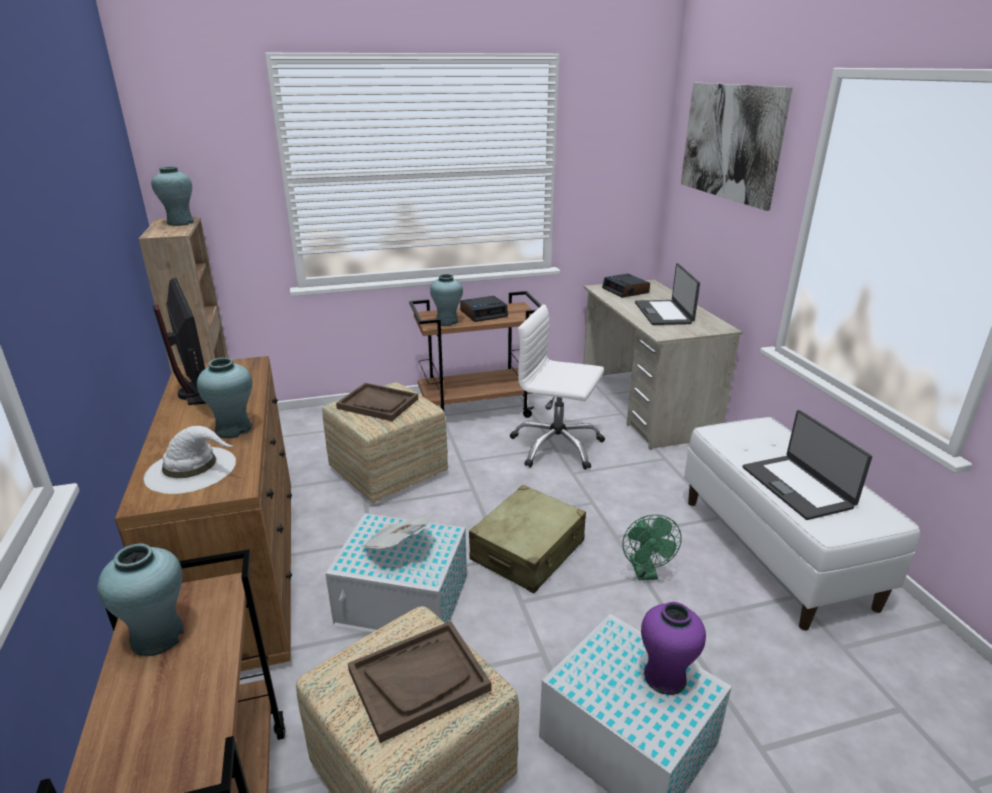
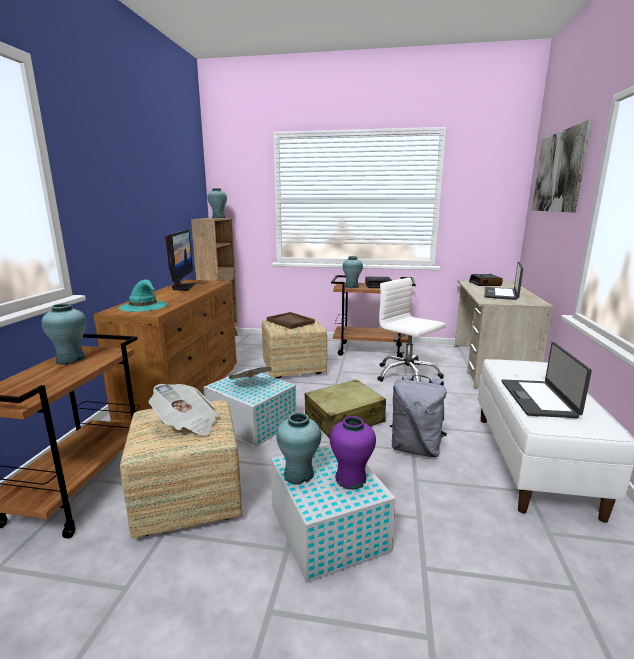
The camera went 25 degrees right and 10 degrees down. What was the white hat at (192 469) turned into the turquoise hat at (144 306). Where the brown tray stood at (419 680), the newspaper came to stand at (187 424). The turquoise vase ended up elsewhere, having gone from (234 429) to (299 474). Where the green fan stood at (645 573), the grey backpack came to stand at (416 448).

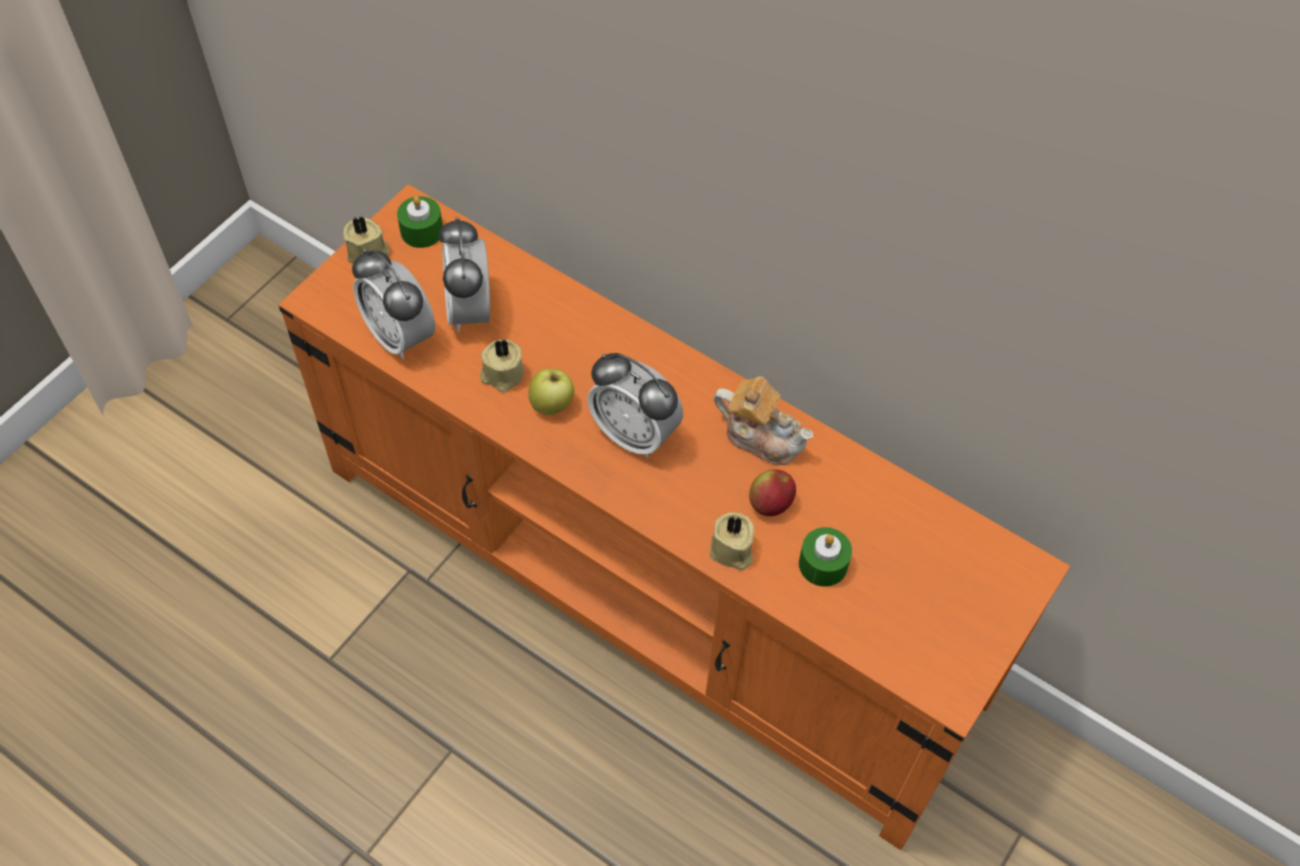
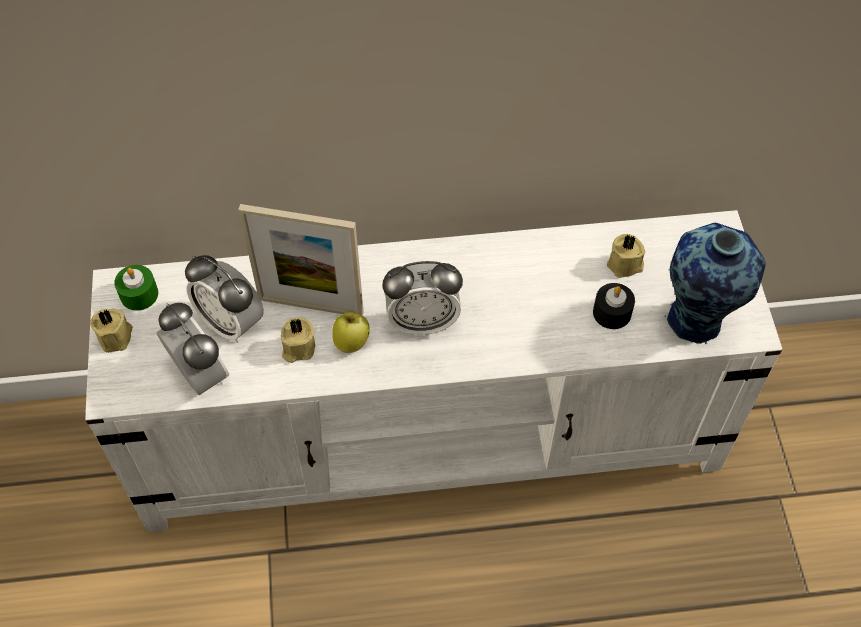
The camera went 40 degrees left and 0 degrees up. What was the orange tv stand at (649 584) turned into the white tv stand at (432 435). The alarm clock at (400 336) ended up facing another way, 135 degrees counterclockwise from before. The second view gained the picture frame at (311 305). What was the green candle at (823 564) turned into the black candle at (612 312). The beige candle ended up elsewhere, having gone from (731 551) to (625 265). The second view gained the vase at (696 322). The second view lost the teapot at (761 436). The second view lost the apple at (770 504).

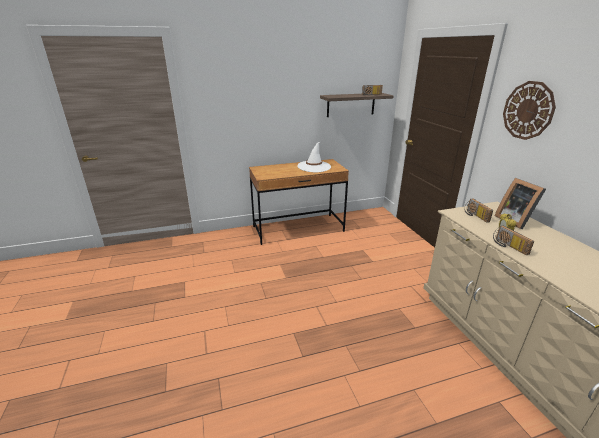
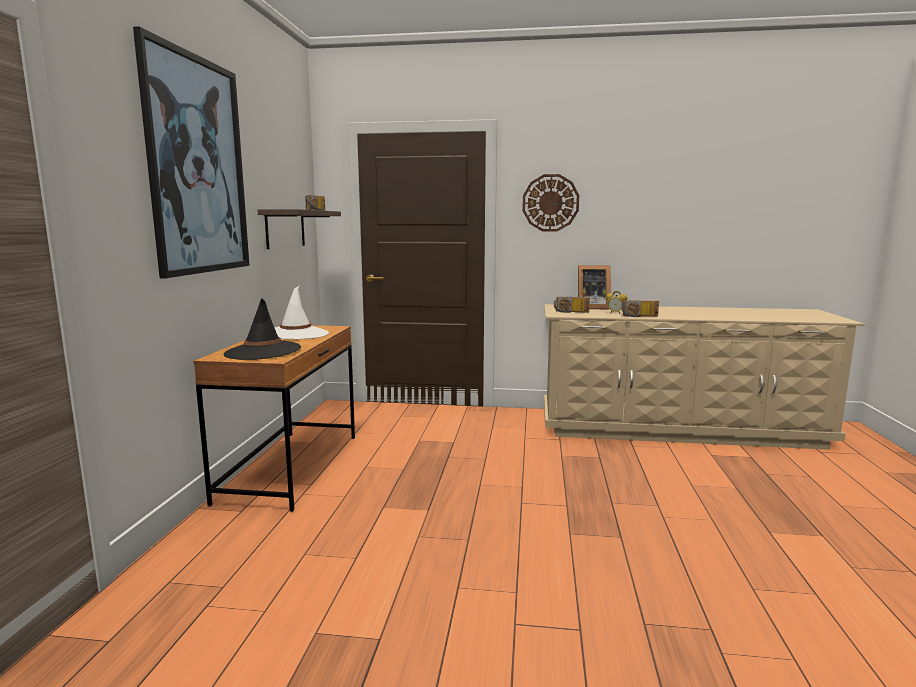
The camera went 65 degrees left and 15 degrees down. The second view gained the picture at (198 166). The second view gained the black hat at (263 351).

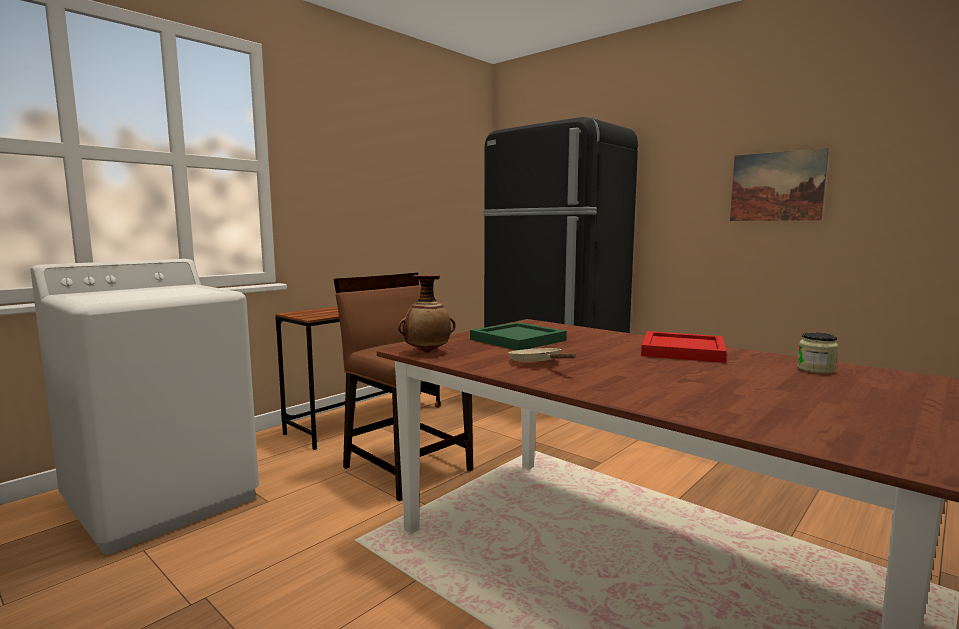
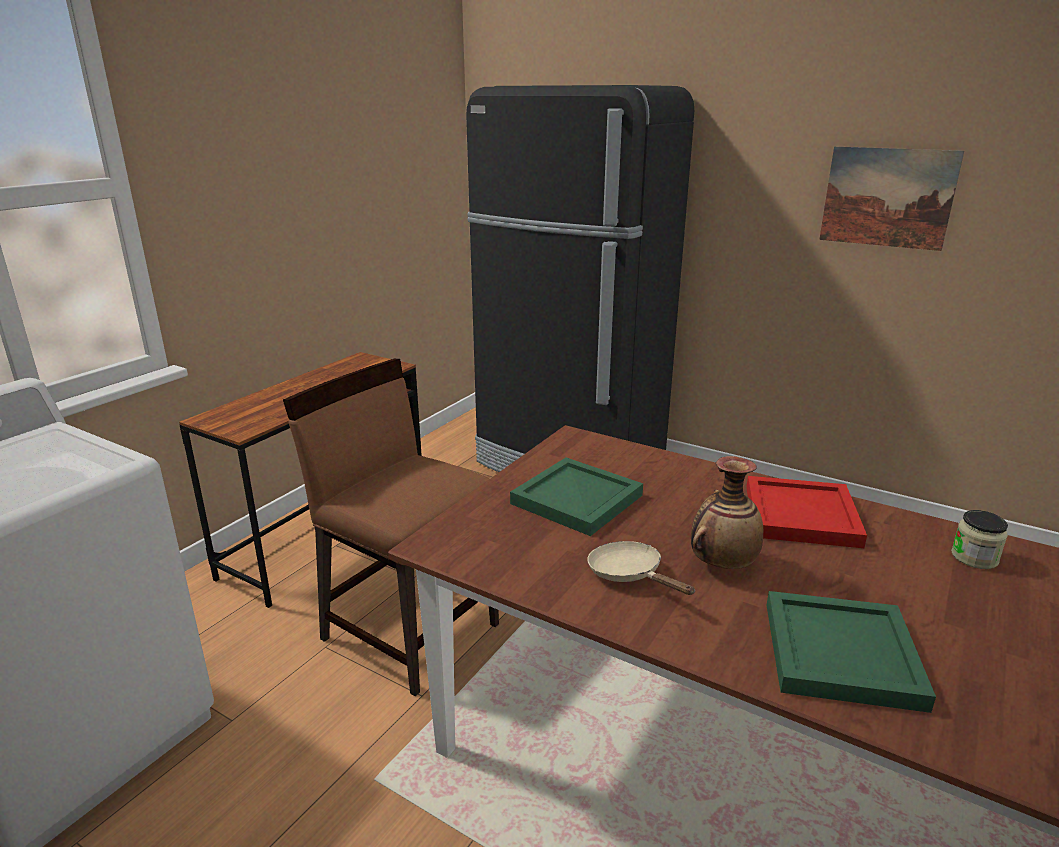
The camera went 10 degrees left and 15 degrees up. The vase ended up elsewhere, having gone from (427 352) to (722 564). The second view gained the green tray at (839 655).

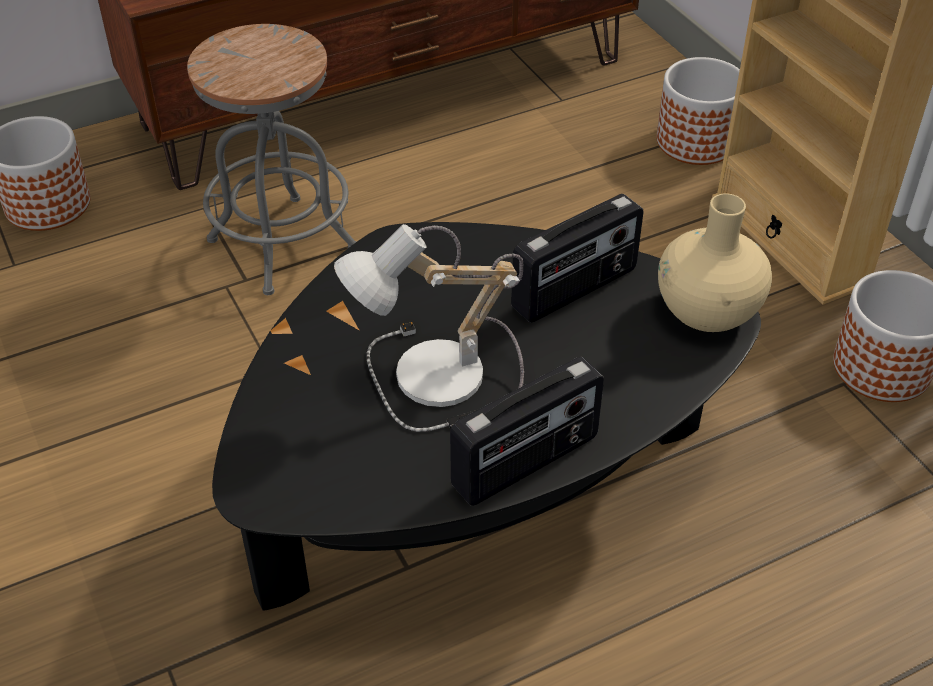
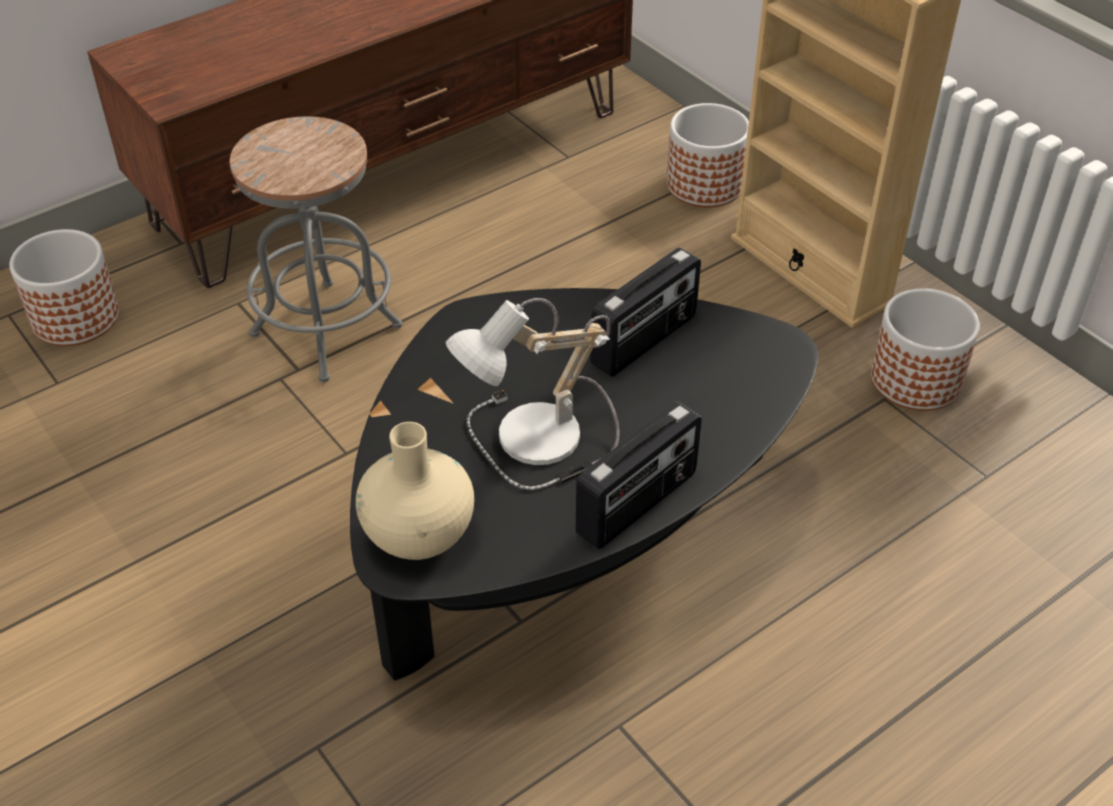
The camera went 10 degrees left and 0 degrees up. The beige vase ended up elsewhere, having gone from (707 311) to (418 534).

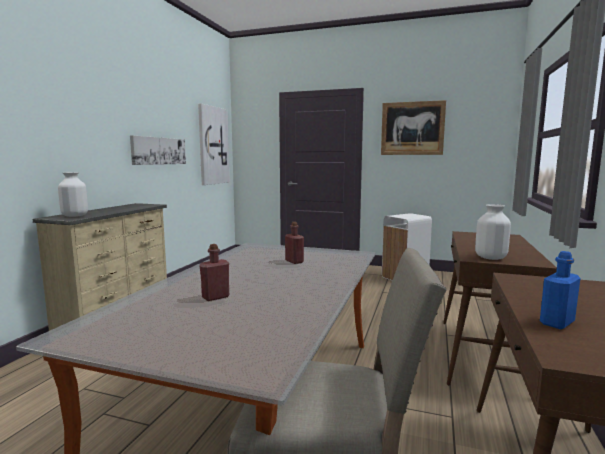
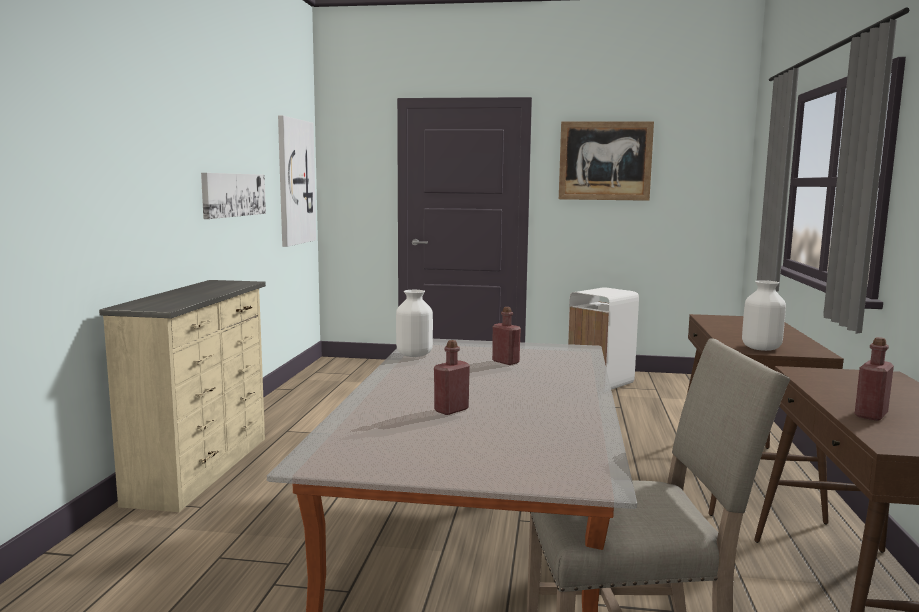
The camera went 10 degrees left and 0 degrees up. The white vase ended up elsewhere, having gone from (75 216) to (415 355). What was the blue bottle at (557 323) turned into the red bottle at (871 415).

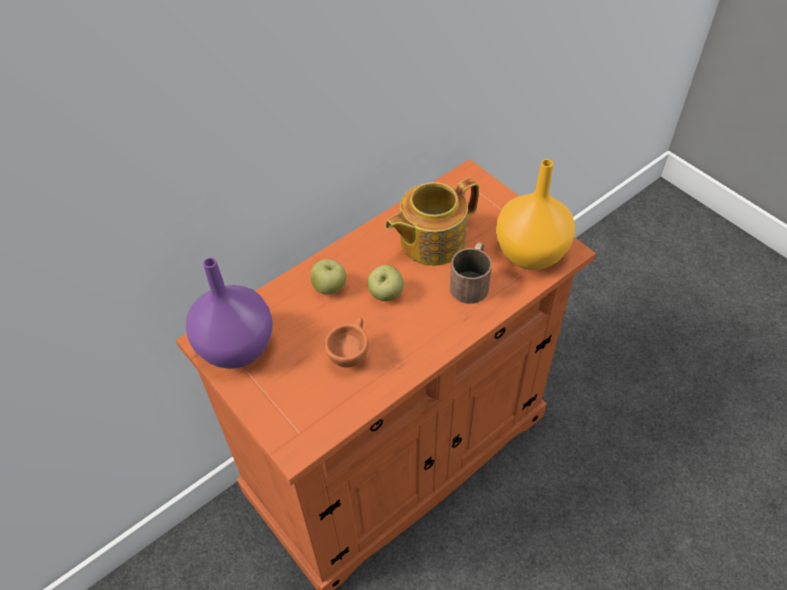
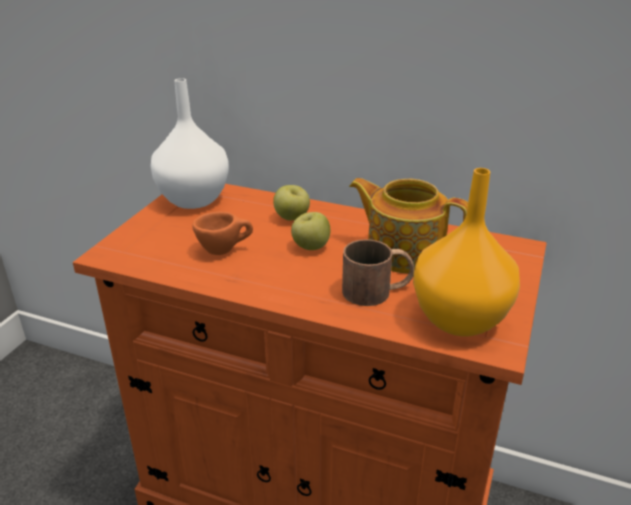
The camera went 60 degrees right and 20 degrees down. What was the purple vase at (238 347) turned into the white vase at (195 199).

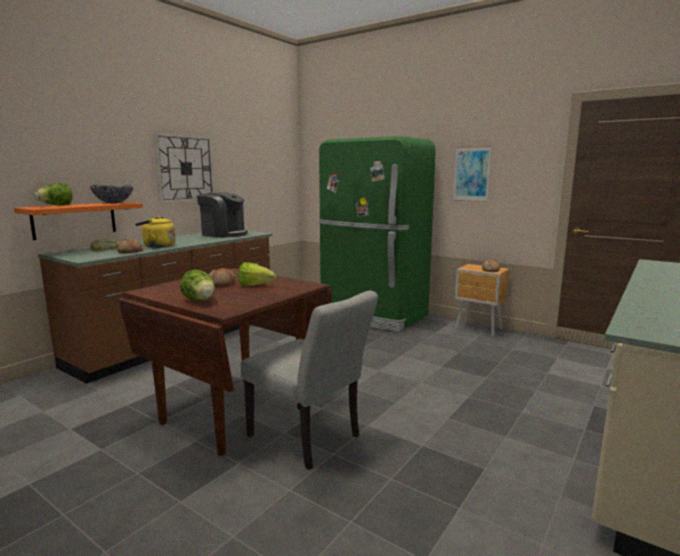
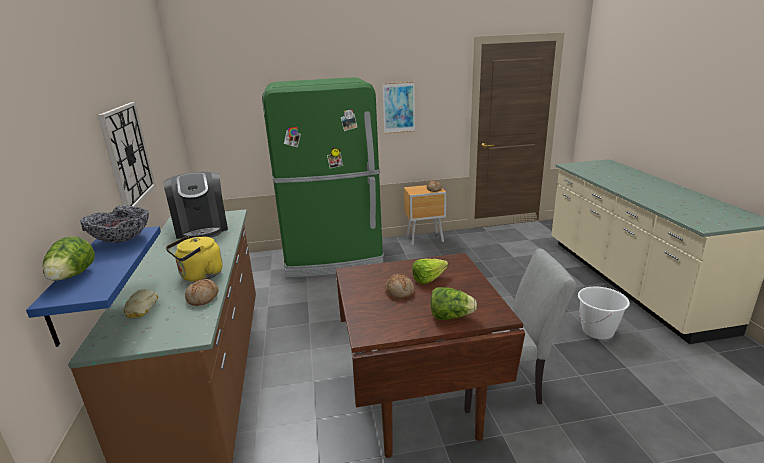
The camera went 45 degrees left and 10 degrees up. What was the orange shelf at (75 220) turned into the blue shelf at (78 286). The coffee machine at (224 234) ended up facing another way, 90 degrees clockwise from before. The second view gained the white bucket at (597 331).

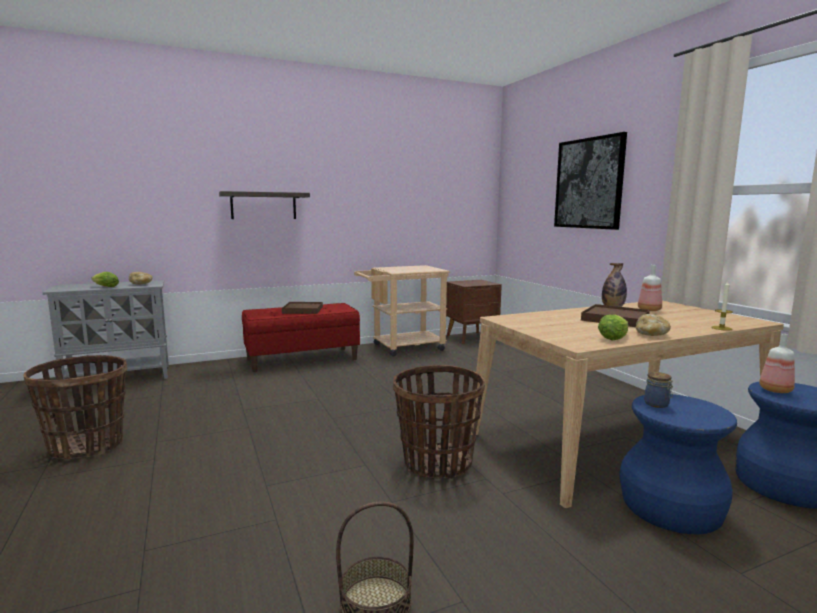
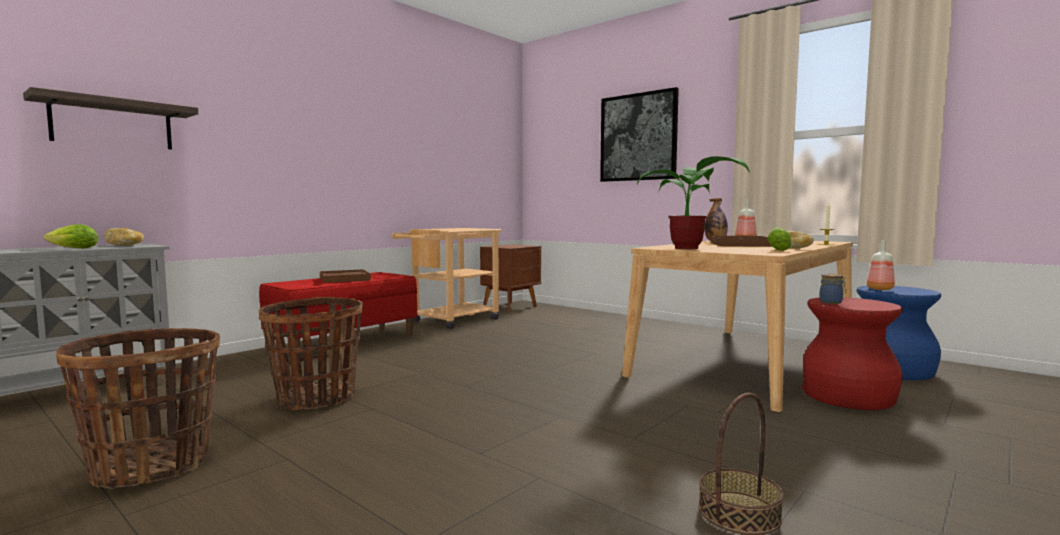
The camera went 25 degrees left and 5 degrees down. The shelf ended up elsewhere, having gone from (263 205) to (113 124). The basket ended up elsewhere, having gone from (437 463) to (316 399). The second view gained the potted plant at (691 248). What was the blue stool at (671 509) turned into the red stool at (848 397).

